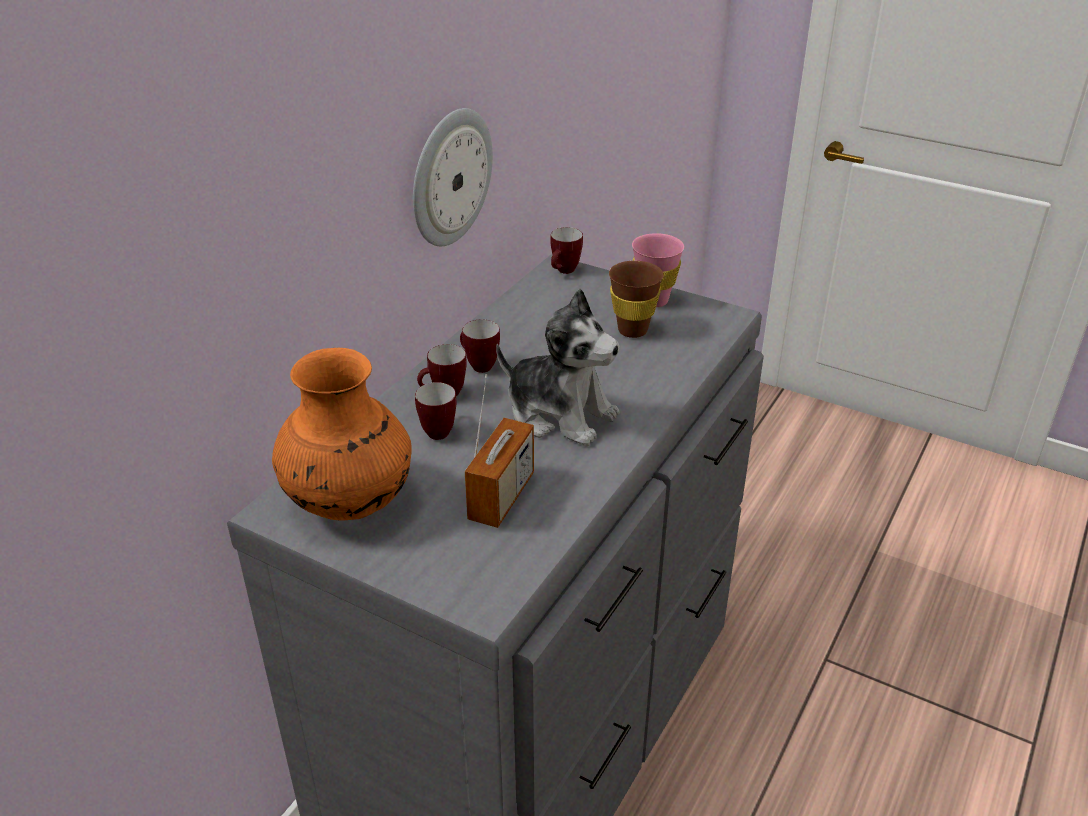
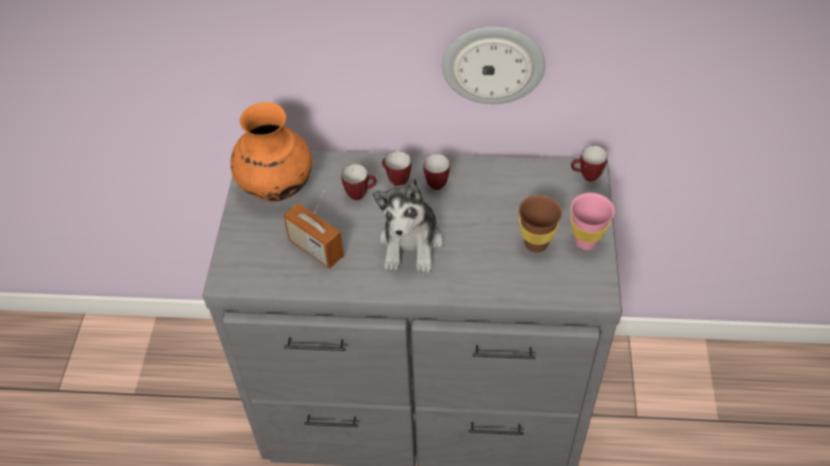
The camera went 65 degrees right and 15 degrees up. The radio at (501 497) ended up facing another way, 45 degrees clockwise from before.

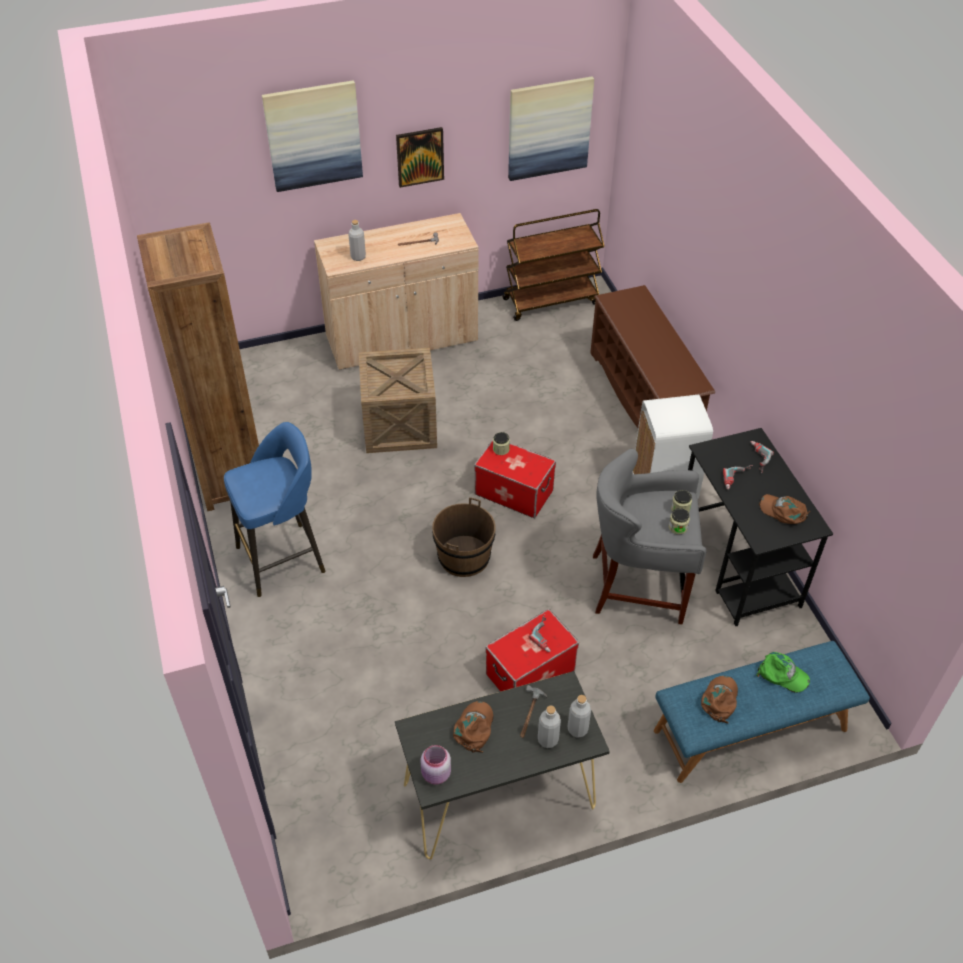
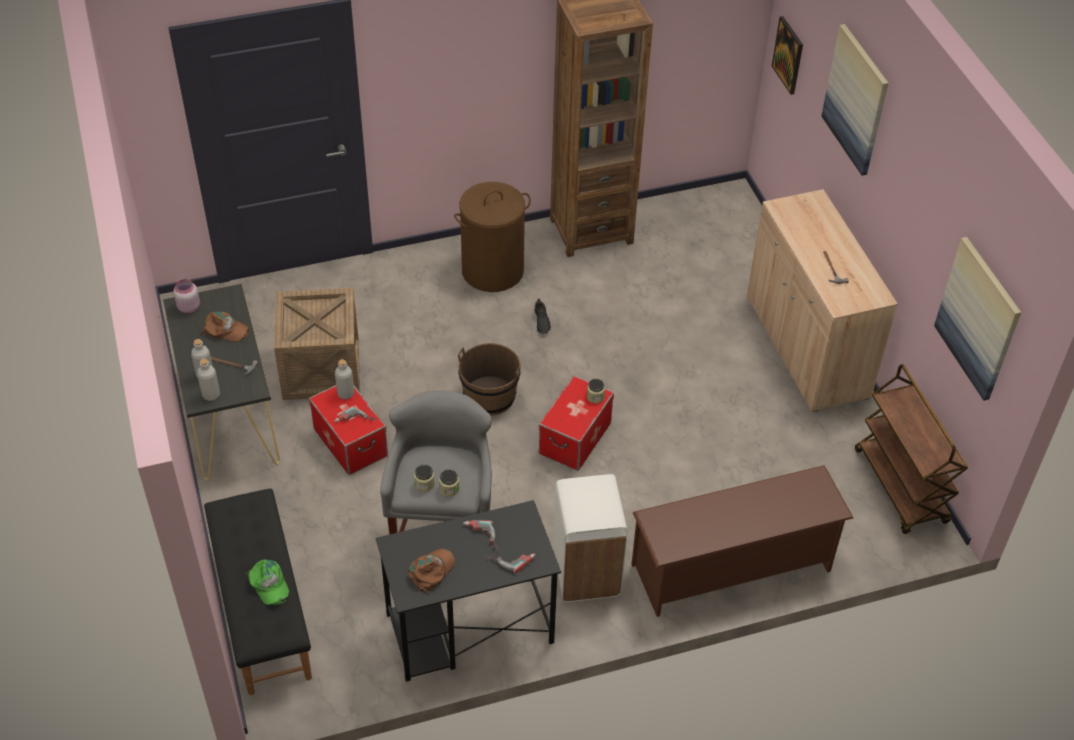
The camera went 90 degrees right and 0 degrees up. What was the blue bench at (750 731) turned into the black bench at (262 609). The green cap at (782 675) ended up facing another way, 60 degrees counterclockwise from before. The crate ended up elsewhere, having gone from (399 425) to (321 369). The grey bottle ended up elsewhere, having gone from (358 257) to (346 393). Where the blue stool stood at (283 558), the brown laundry basket came to stand at (492 271). The second view gained the black shoe at (541 321). The picture ended up elsewhere, having gone from (420 156) to (788 55). The second view lost the brown cap at (720 700).

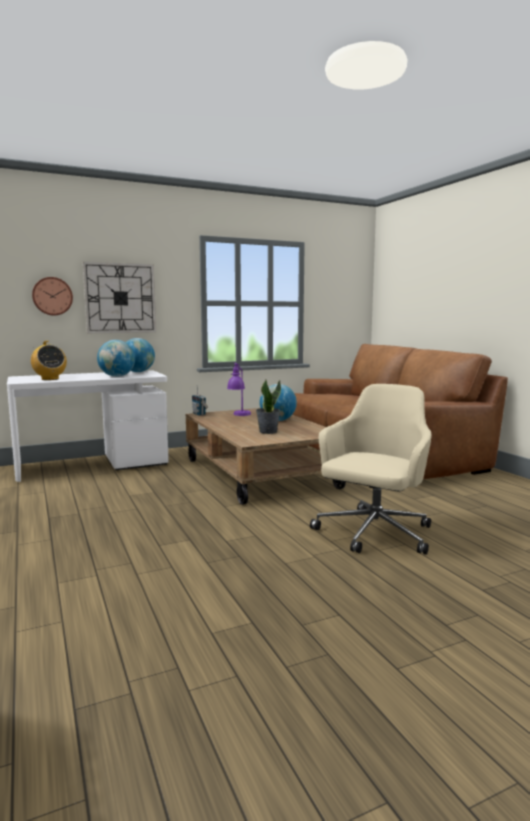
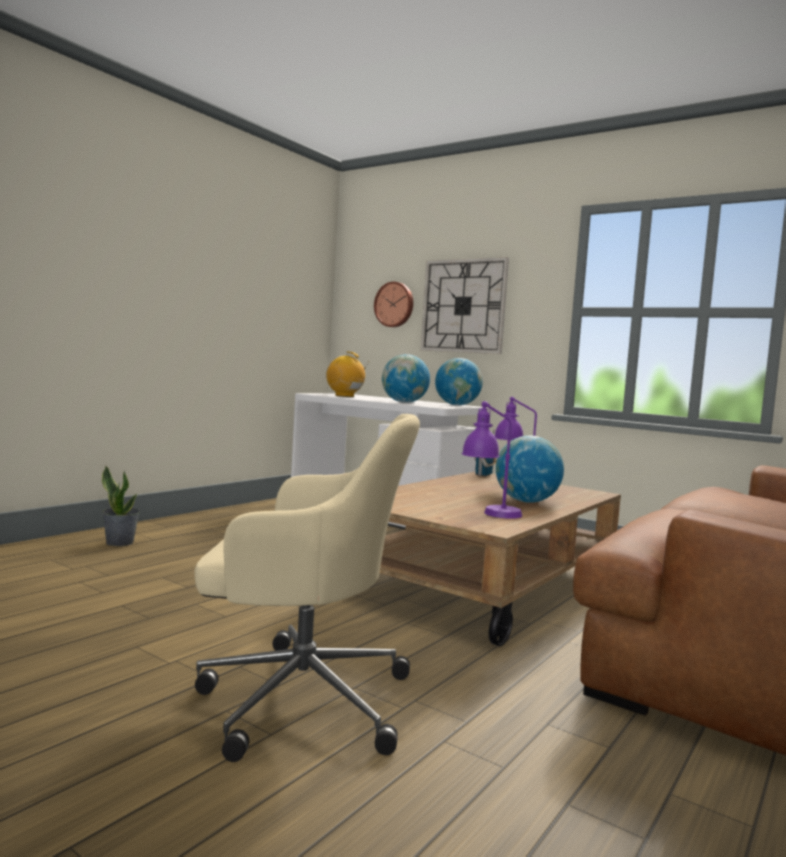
The camera went 60 degrees right and 5 degrees down. The potted plant ended up elsewhere, having gone from (268 431) to (120 542). The radio at (50 379) ended up facing another way, 105 degrees clockwise from before. The second view gained the purple table lamp at (489 515).

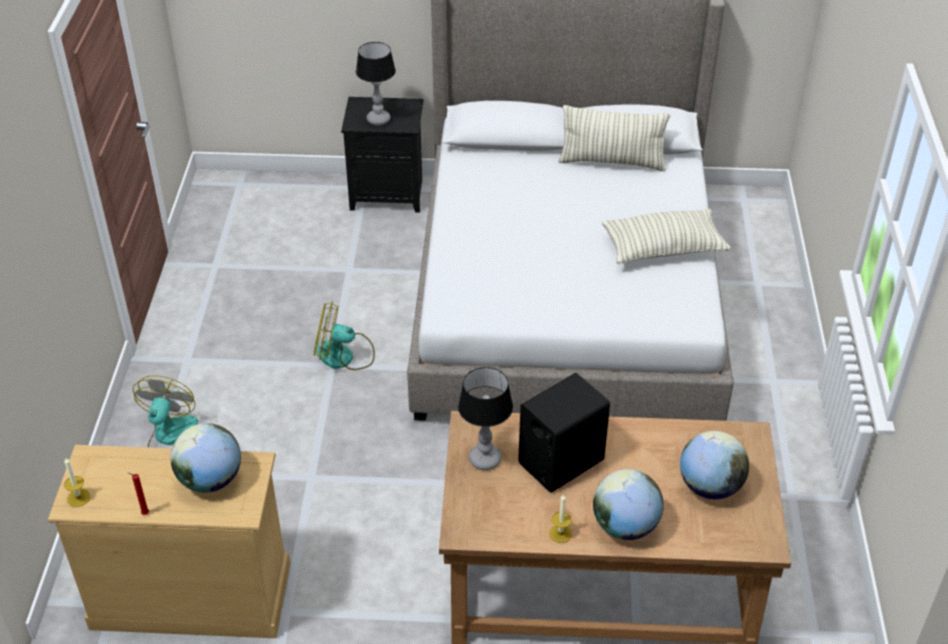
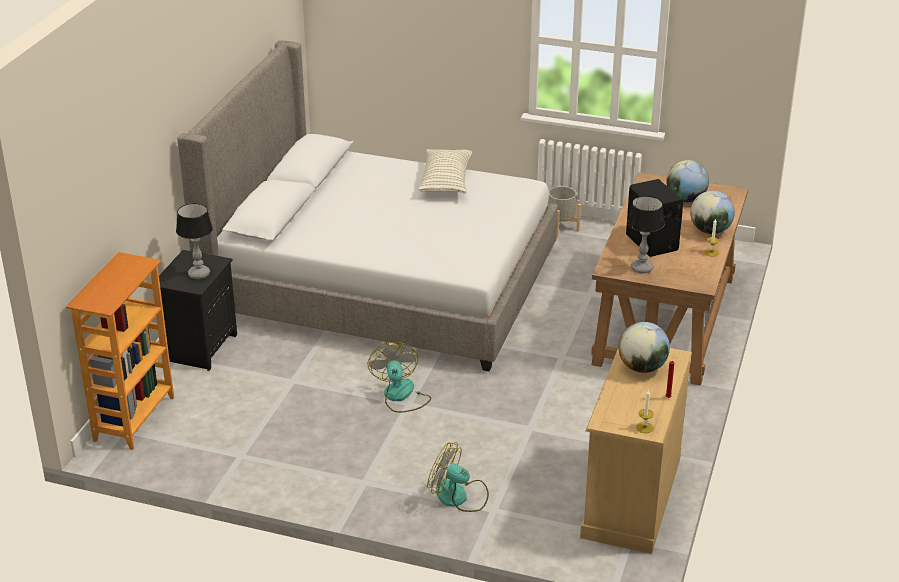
The camera went 75 degrees left and 10 degrees down. The second view gained the bookcase at (133 418). The fan at (344 356) ended up facing another way, 150 degrees clockwise from before. The second view gained the grey planter at (560 228). The second view lost the pillow at (612 162).

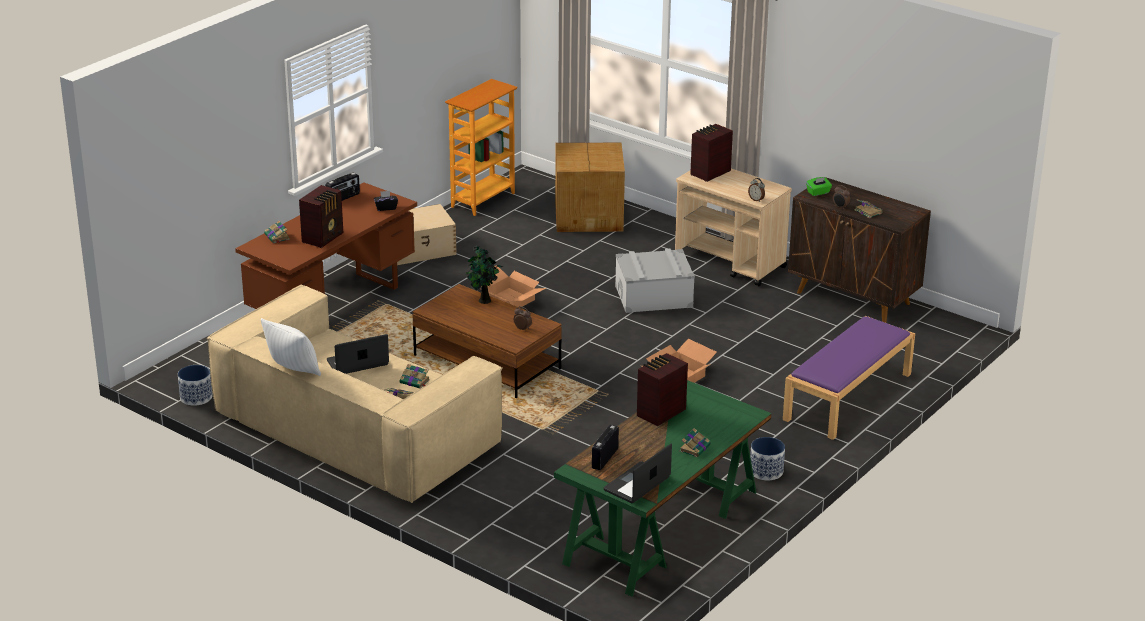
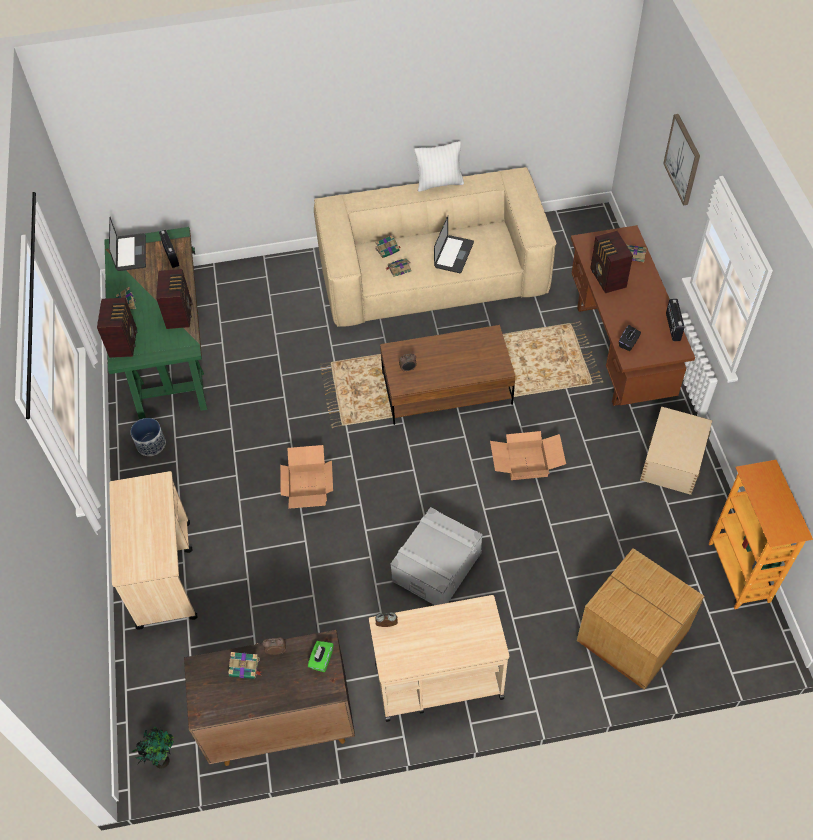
The camera went 135 degrees right and 25 degrees up. The radio ended up elsewhere, having gone from (709 173) to (124 342). Where the purple bench stood at (848 397), the beige cart came to stand at (164 573). The potted plant ended up elsewhere, having gone from (483 301) to (162 759). The second view gained the picture at (683 159). The second view lost the planter at (196 397).

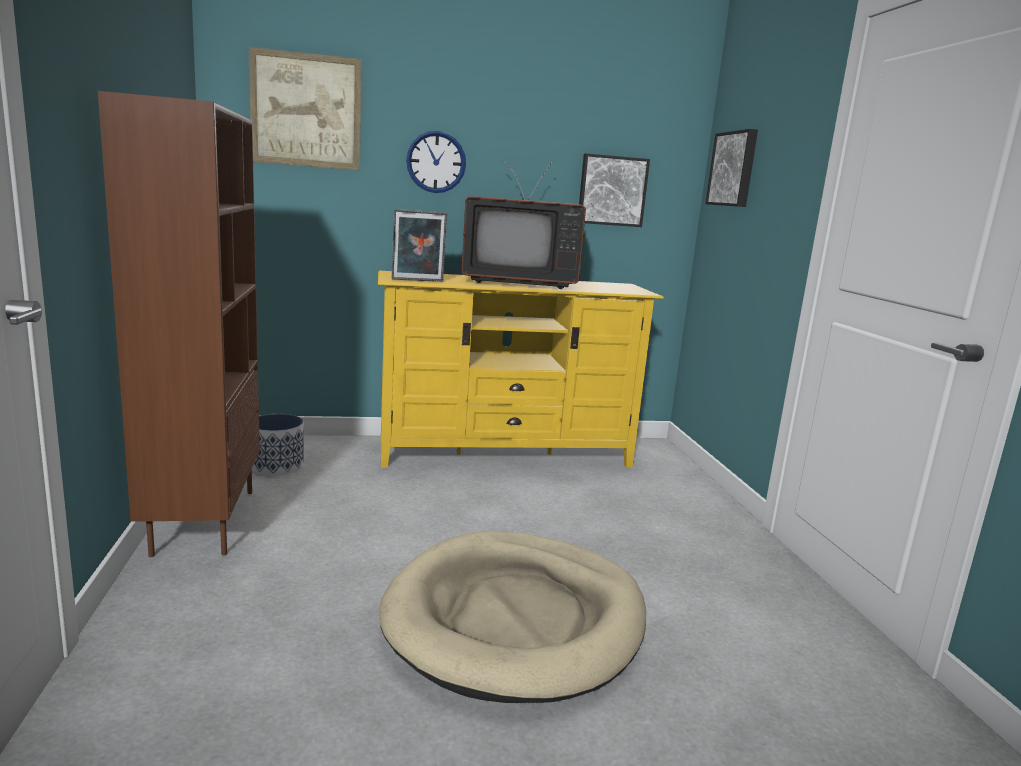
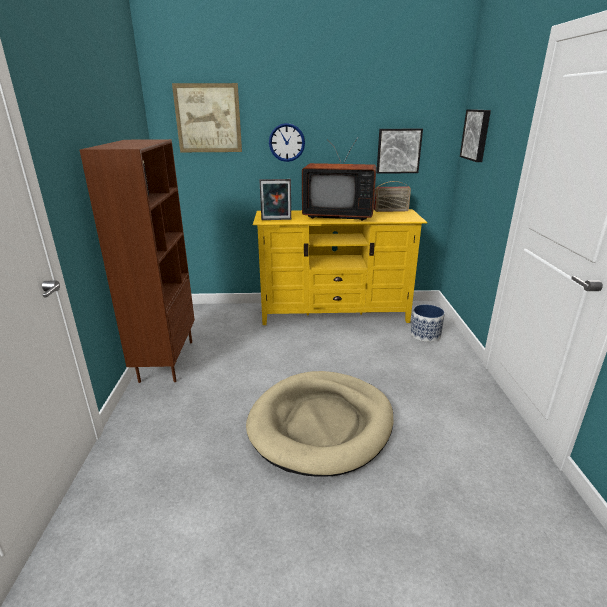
The camera went 10 degrees right and 10 degrees up. The second view gained the radio at (391 211). The planter ended up elsewhere, having gone from (276 466) to (425 335).

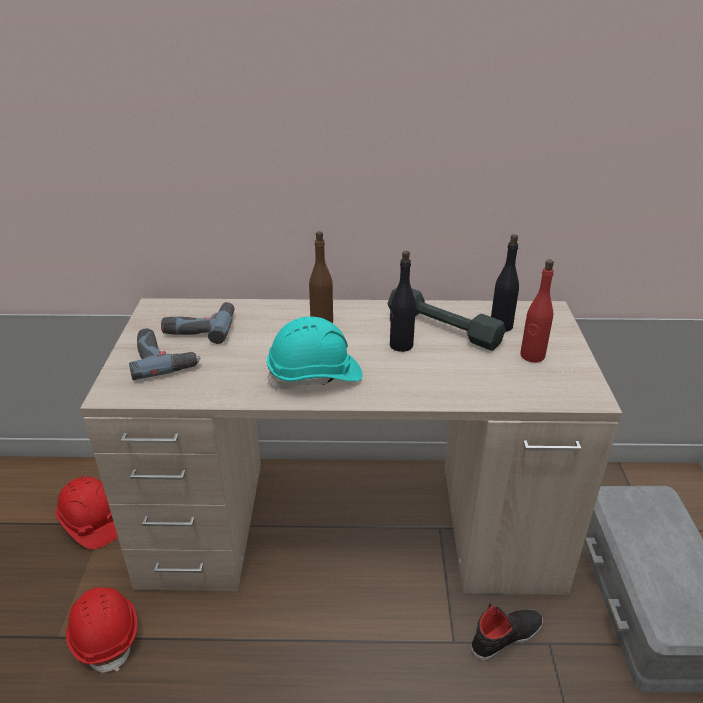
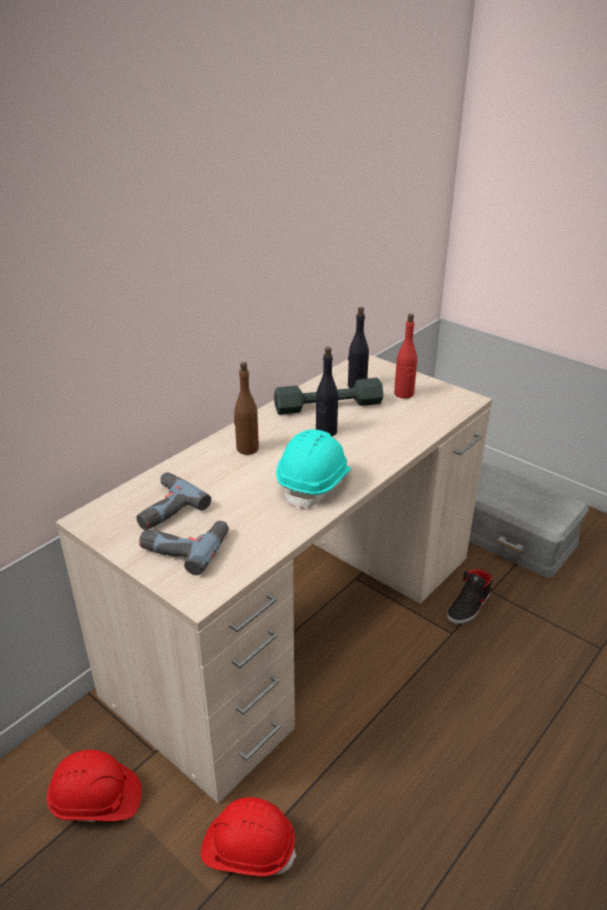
The camera went 50 degrees left and 0 degrees up. The black shoe at (505 636) ended up facing another way, 150 degrees counterclockwise from before.

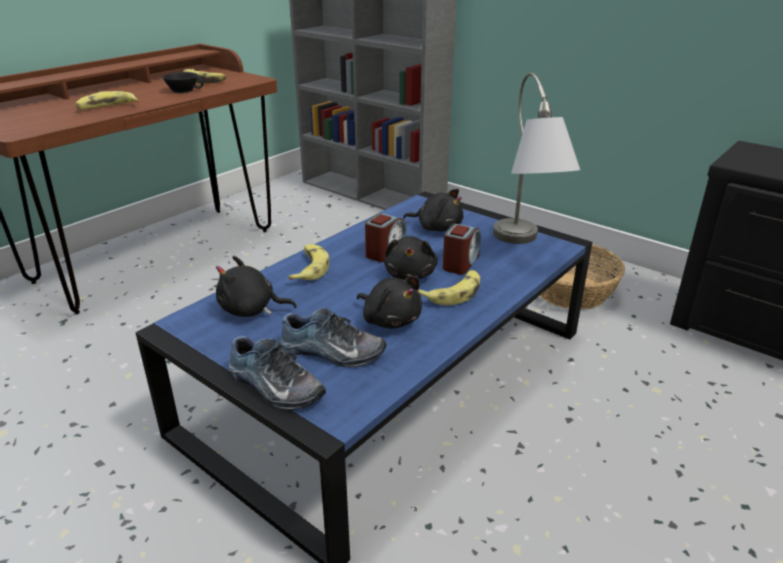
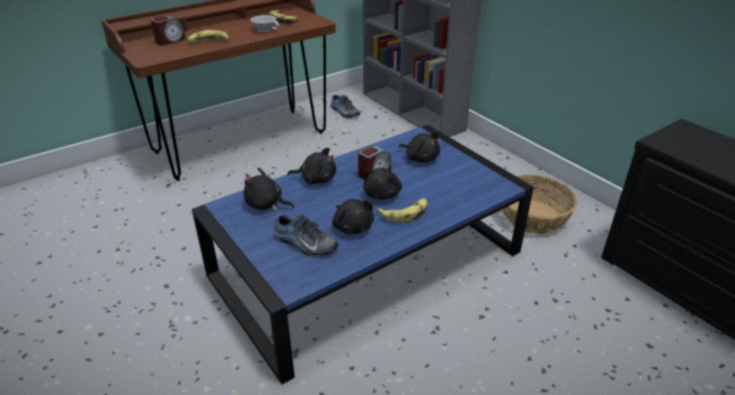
The camera went 15 degrees right and 5 degrees up. The alarm clock ended up elsewhere, having gone from (460 263) to (170 41). What was the black cup at (184 90) turned into the white cup at (265 29). Where the banana stood at (309 268), the black plush toy came to stand at (316 179). The shoe ended up elsewhere, having gone from (273 387) to (344 112). The second view lost the grey table lamp at (525 247).

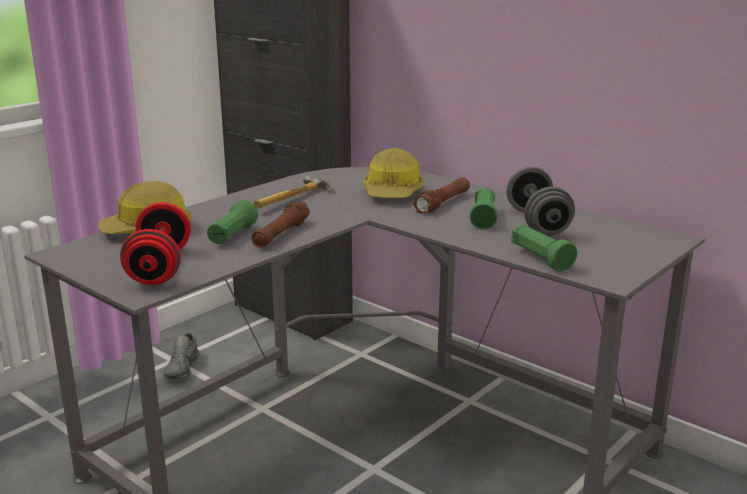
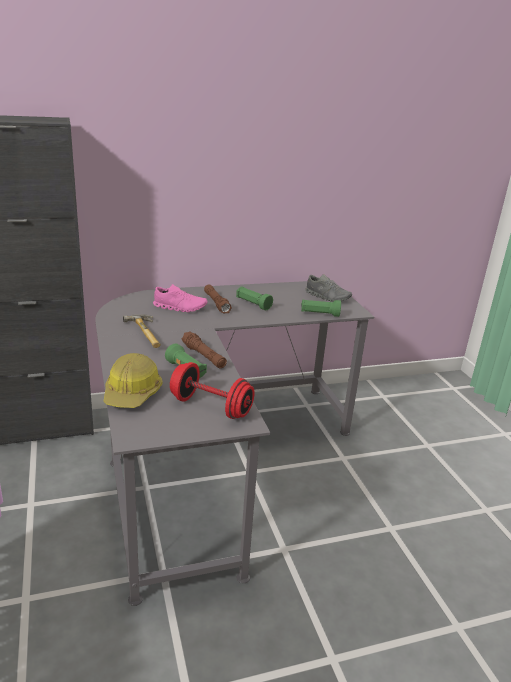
The camera went 60 degrees left and 5 degrees up. Where the hard hat stood at (393 193), the pink shoe came to stand at (180 307). The grey shoe ended up elsewhere, having gone from (182 368) to (327 297). The second view lost the grey dumbbell at (537 223).

